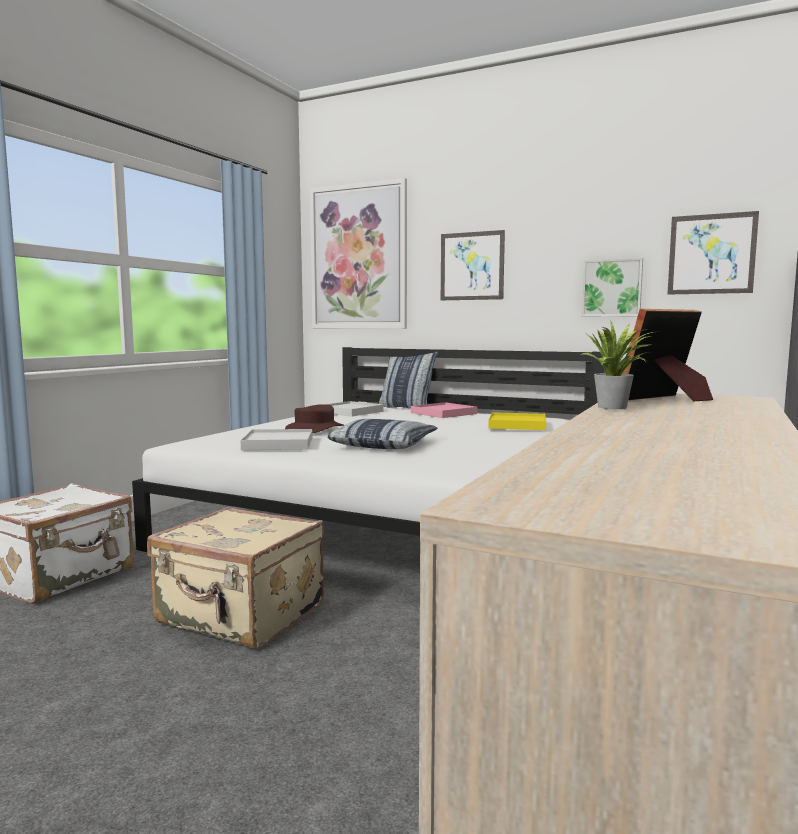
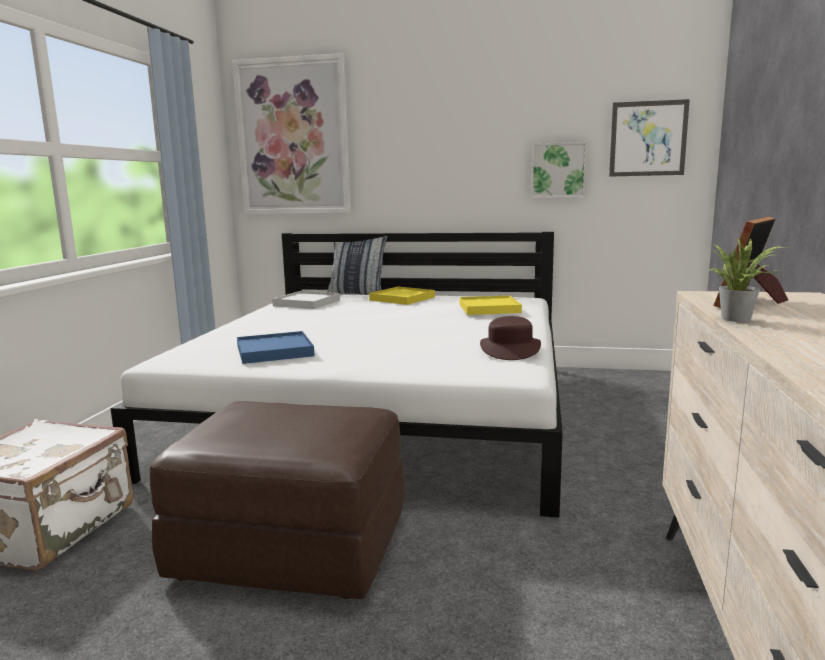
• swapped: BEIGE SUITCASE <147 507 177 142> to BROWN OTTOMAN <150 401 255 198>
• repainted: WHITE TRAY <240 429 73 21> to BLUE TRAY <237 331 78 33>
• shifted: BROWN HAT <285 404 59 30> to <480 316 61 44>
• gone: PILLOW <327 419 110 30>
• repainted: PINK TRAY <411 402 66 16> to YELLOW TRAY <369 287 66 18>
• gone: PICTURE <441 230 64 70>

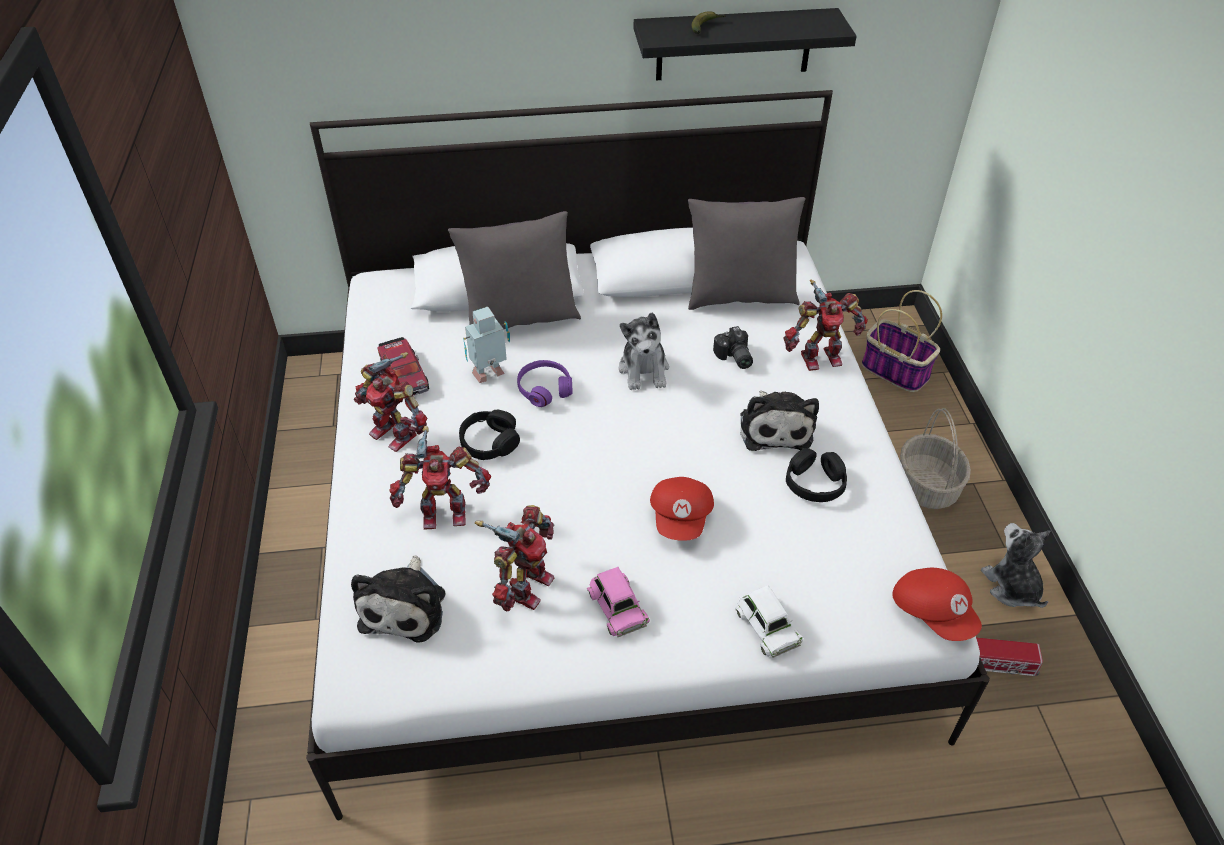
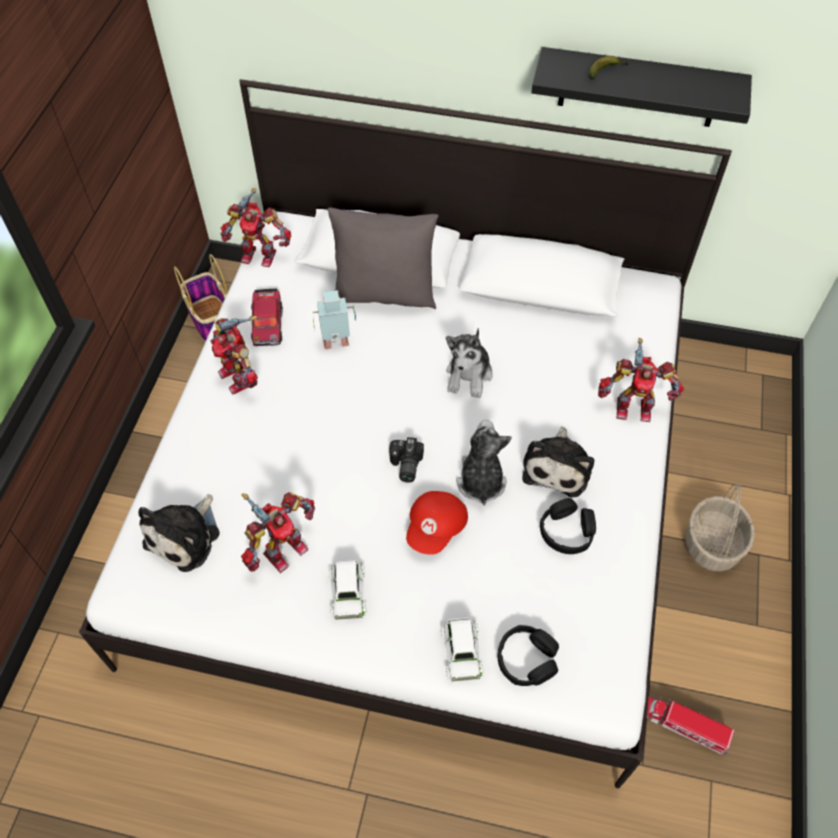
• shifted: TOY ROBOT <389 426 102 103> to <221 188 70 79>
• shifted: BLACK HEADPHONES <459 410 61 50> to <498 625 61 61>
• gone: PURPLE HEADPHONES <517 360 56 47>
• repainted: PINK TOY CAR <587 567 63 70> to WHITE TOY CAR <329 559 37 61>
• gone: GREY PILLOW <688 197 118 113>
• shifted: PHOTO CAMERA <713 326 40 43> to <389 437 35 46>
• shifted: BASKET <862 290 80 102> to <174 254 54 88>
• gone: RED CAP <892 568 90 73>
• shifted: PLUSH TOY <981 523 70 85> to <456 420 56 86>

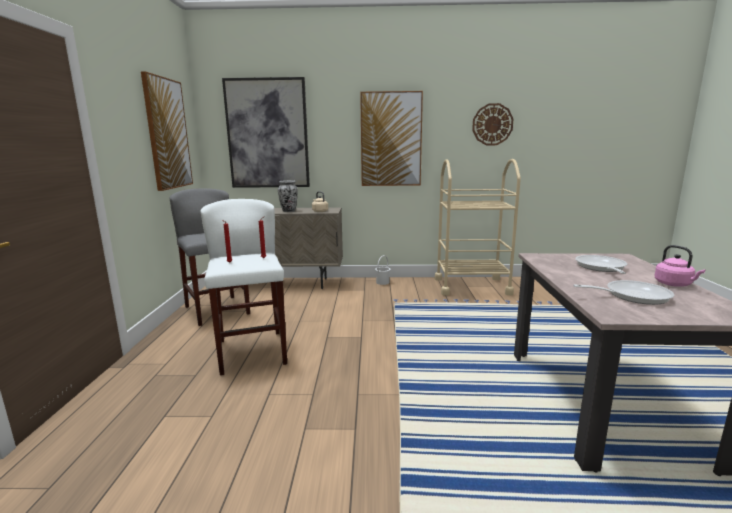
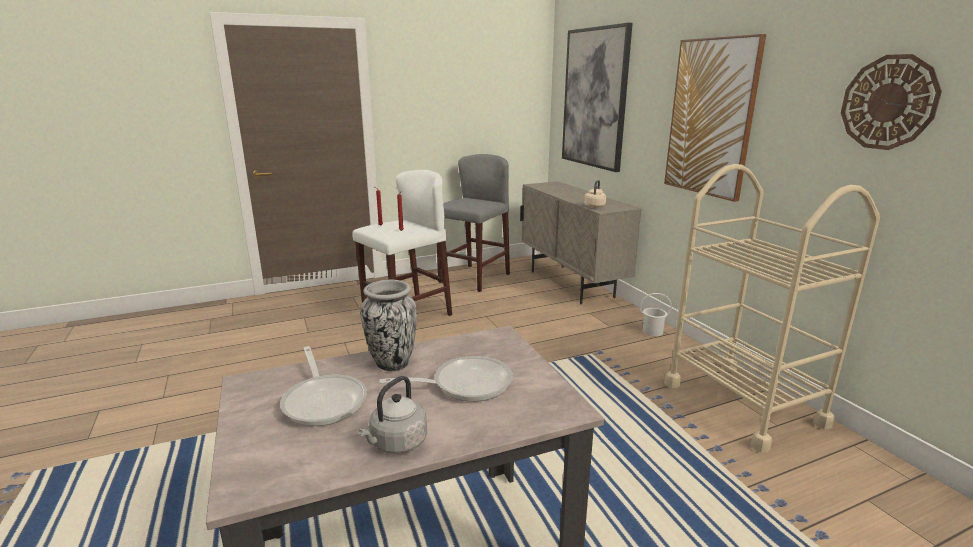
• gone: PICTURE <141 71 52 120>
• shifted: VASE <278 180 20 32> to <360 280 57 91>
• repainted: PINK KETTLE <654 245 51 42> to GREY KETTLE <358 376 69 78>

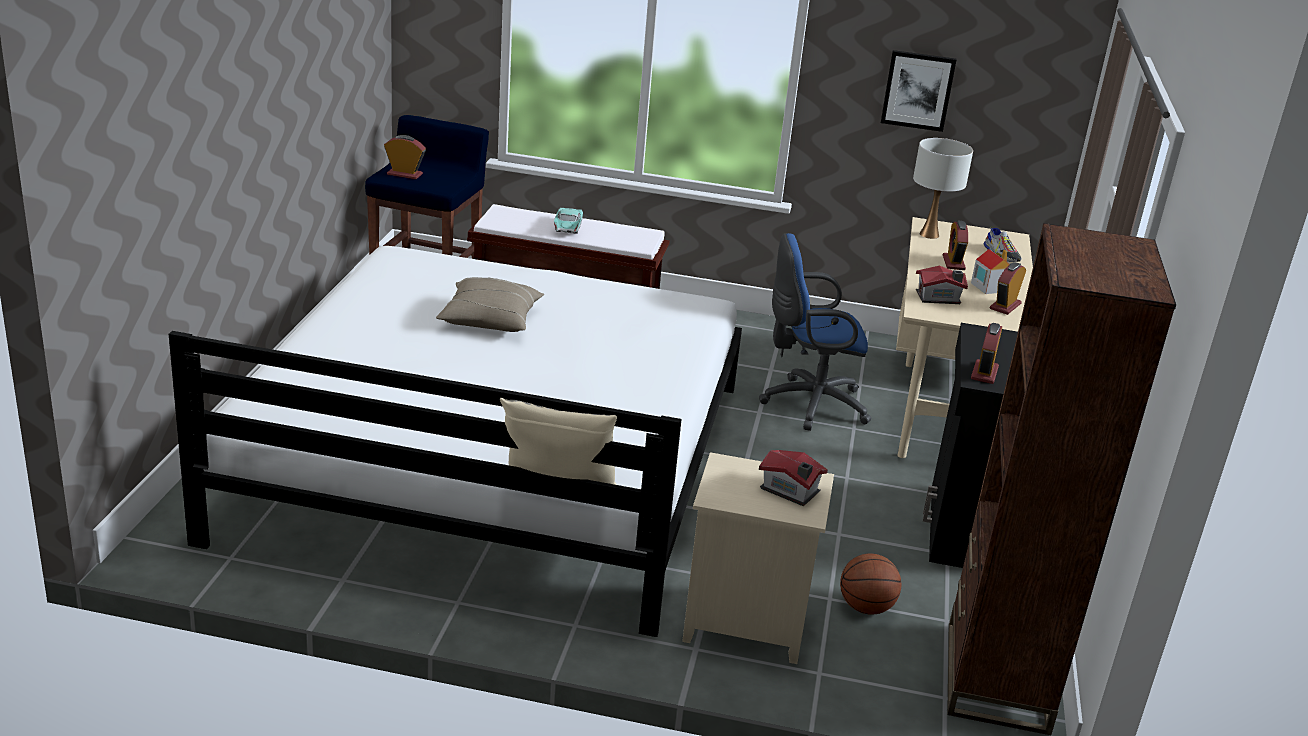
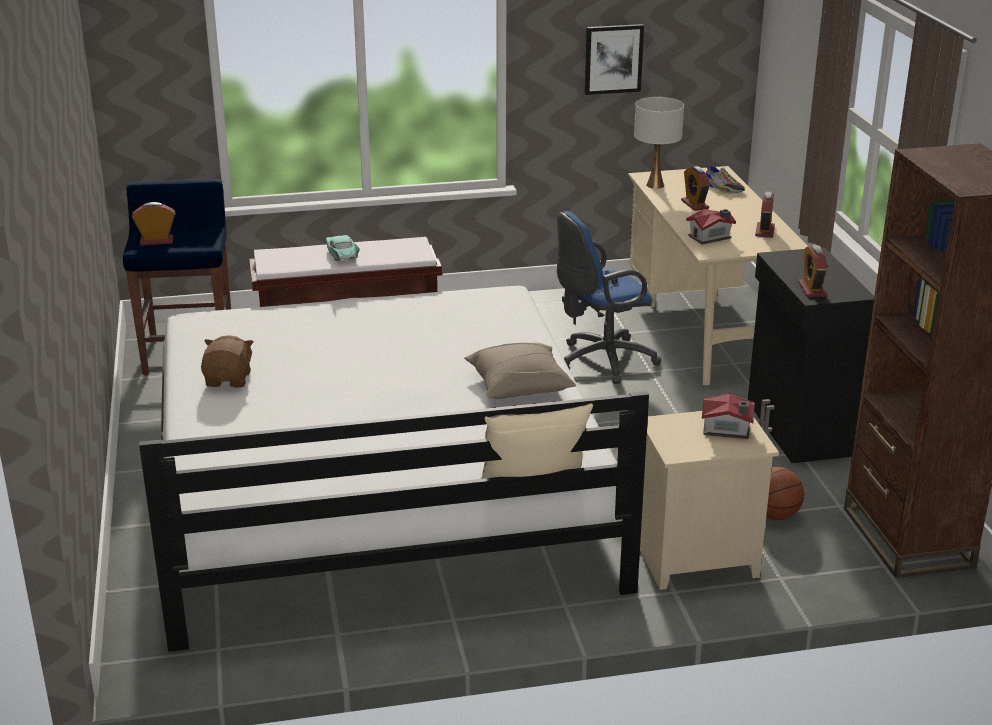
• shifted: BEIGE PILLOW <436 277 108 55> to <464 343 112 56>
• gone: TOY HOUSE <971 249 38 45>
• new: BROWN PLUSH TOY <201 335 53 52>

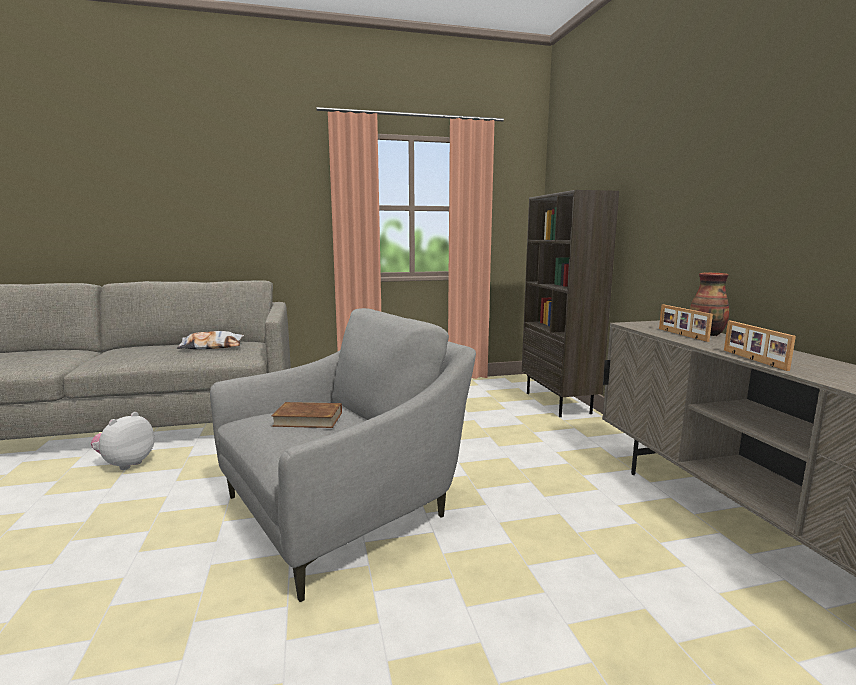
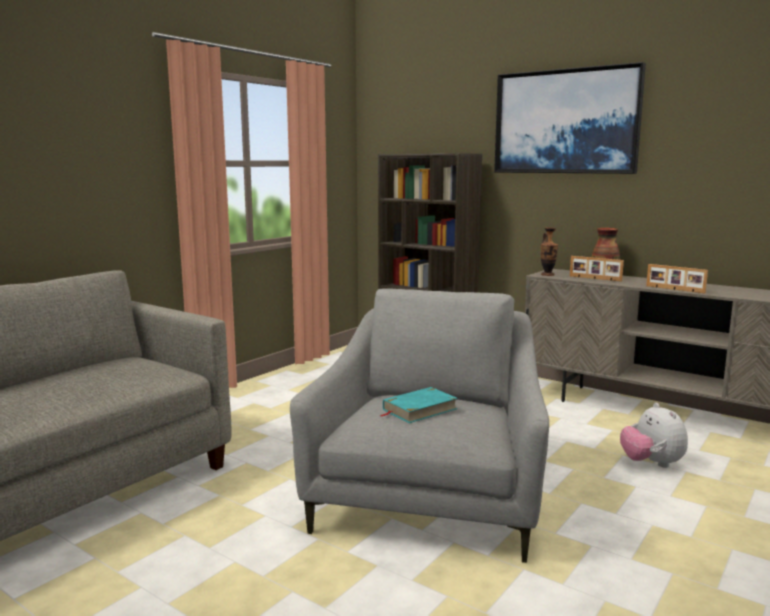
• shifted: PLUSH TOY <91 412 63 58> to <620 403 68 65>
• gone: PILLOW <177 331 67 18>
• repainted: BROWN BOOK <271 402 71 26> to TURQUOISE BOOK <379 387 79 36>
• new: PICTURE <494 62 152 112>
• new: VASE <541 227 17 49>

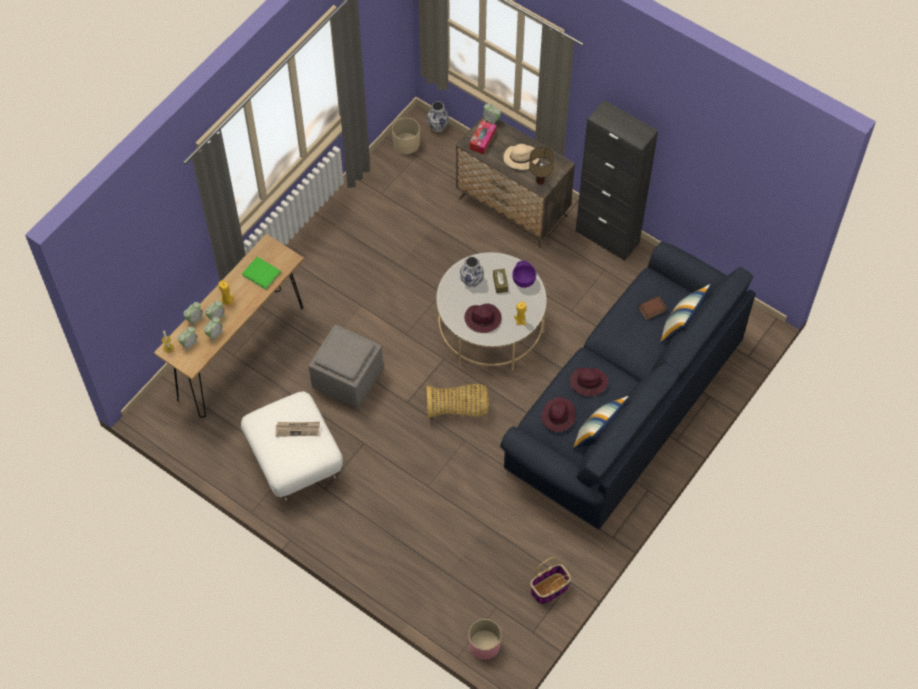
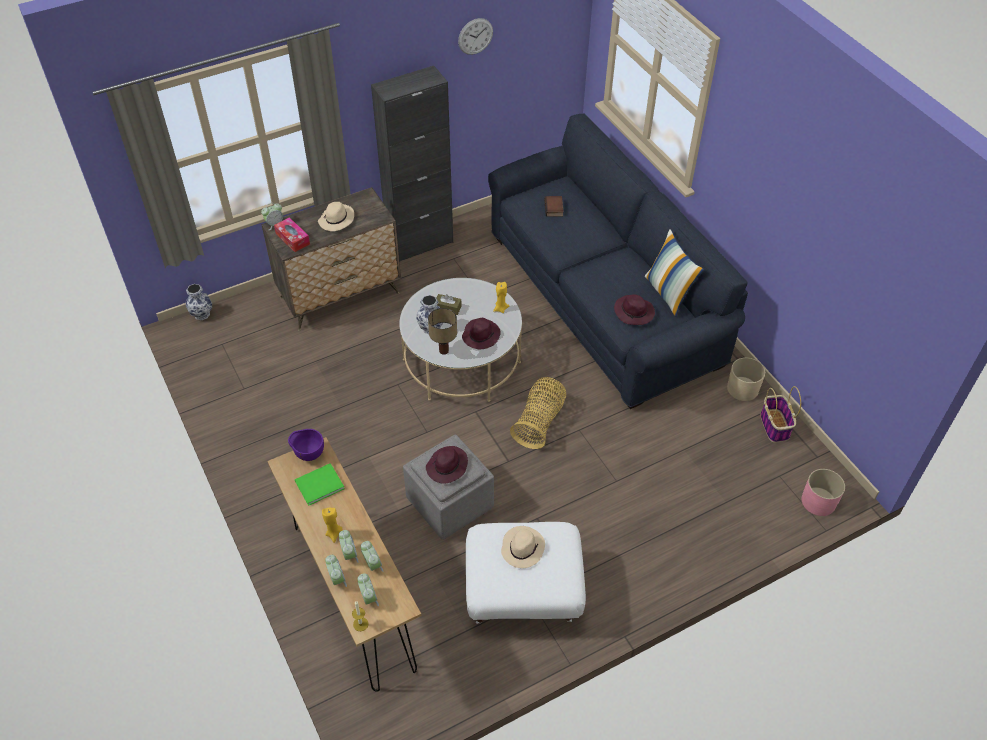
• swapped: NEWSPAPER <275 422 45 15> to BEIGE HAT <501 526 44 42>
• shifted: BEIGE PLANTER <392 117 28 37> to <727 357 38 44>
• shifted: PURPLE BOWL <512 261 24 27> to <288 429 36 32>
• shifted: TABLE LAMP <529 147 25 38> to <428 308 29 47>
• shifted: PURPLE HAT <570 368 38 28> to <426 446 42 38>
• gone: PILLOW <660 284 51 60>
• new: WALL CLOCK <458 18 35 37>

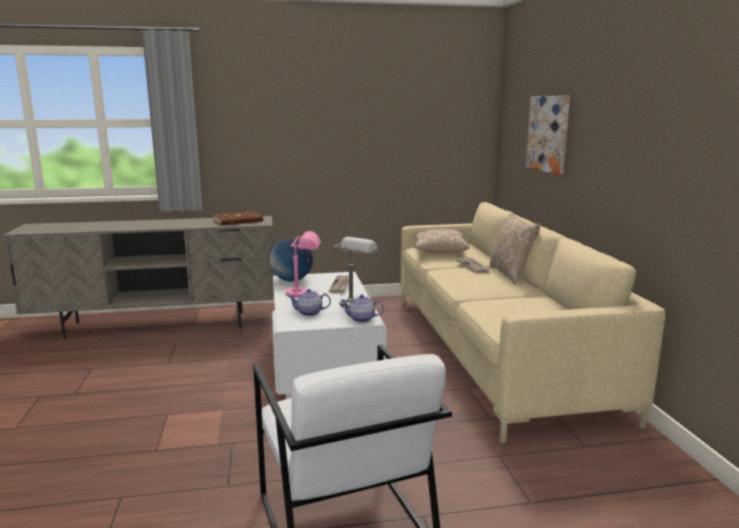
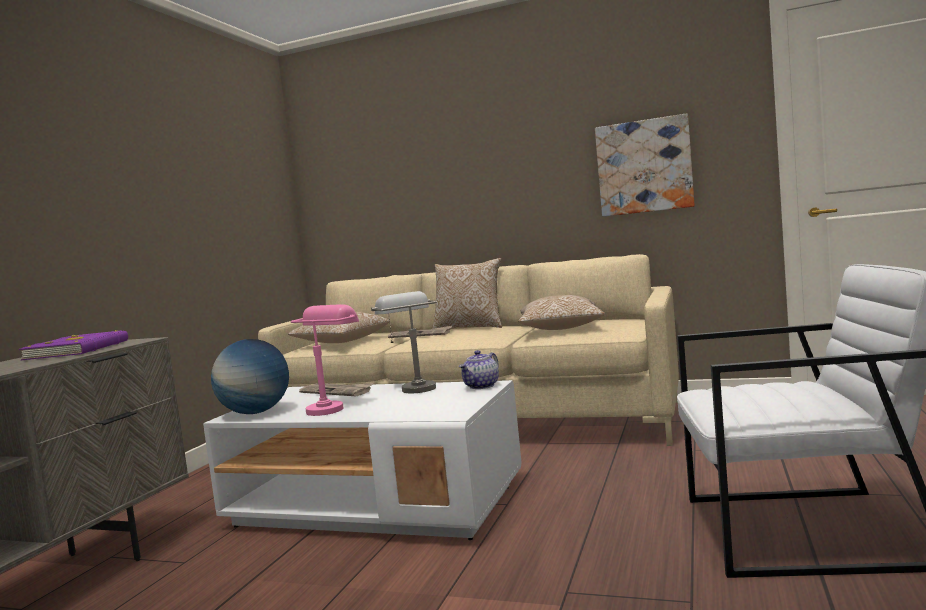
• repainted: BROWN BOOK <213 211 50 14> to PURPLE BOOK <19 330 109 31>
• gone: TEAPOT <288 289 43 27>
• shifted: PICTURE <526 96 44 79> to <595 113 100 104>
• new: PILLOW <518 295 87 35>

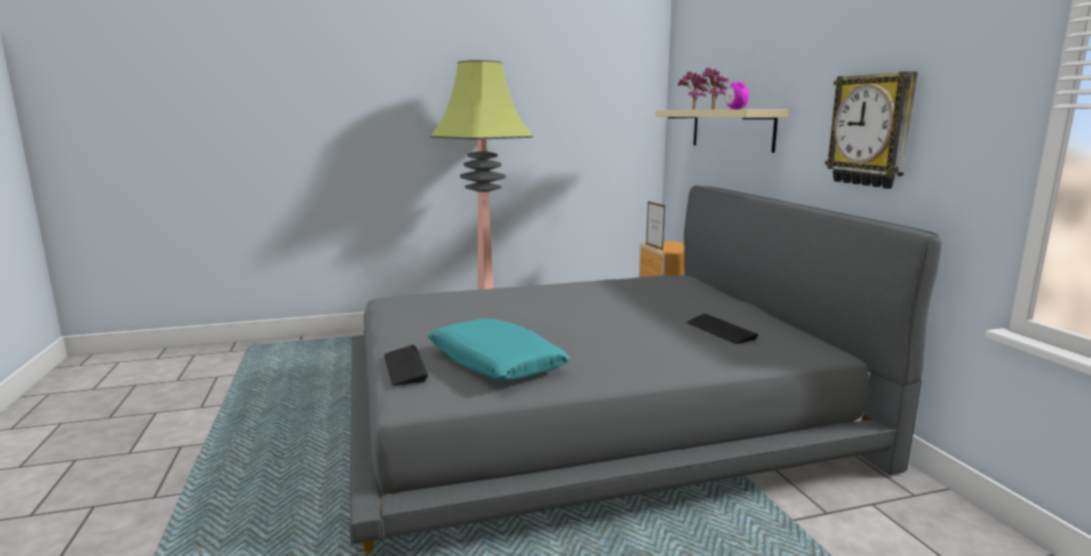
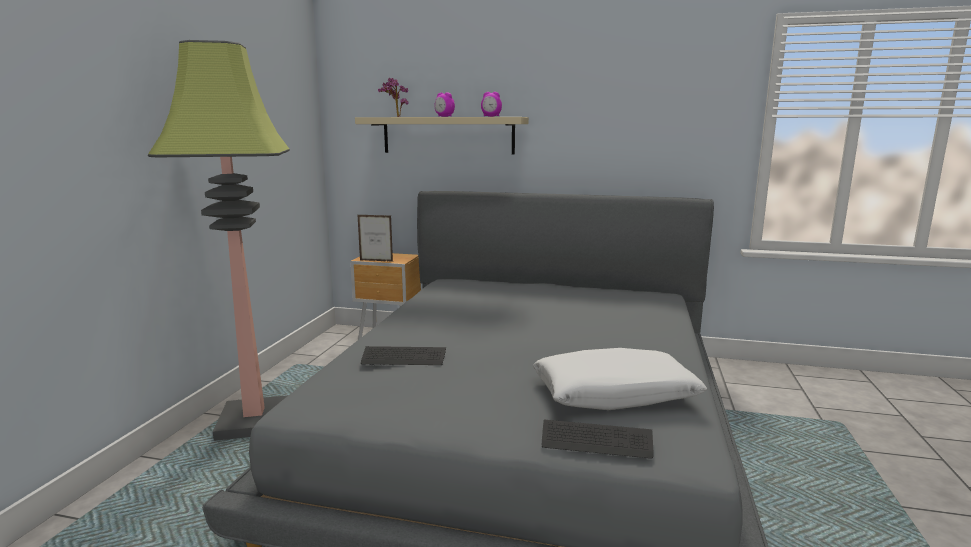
• repainted: TURQUOISE PILLOW <428 319 142 61> to WHITE PILLOW <533 348 174 62>
• shifted: KEYBOARD <686 313 73 31> to <361 346 85 19>
• swapped: POTTED PLANT <694 67 34 43> to ALARM CLOCK <434 92 21 25>
• gone: WALL CLOCK <825 71 93 118>

